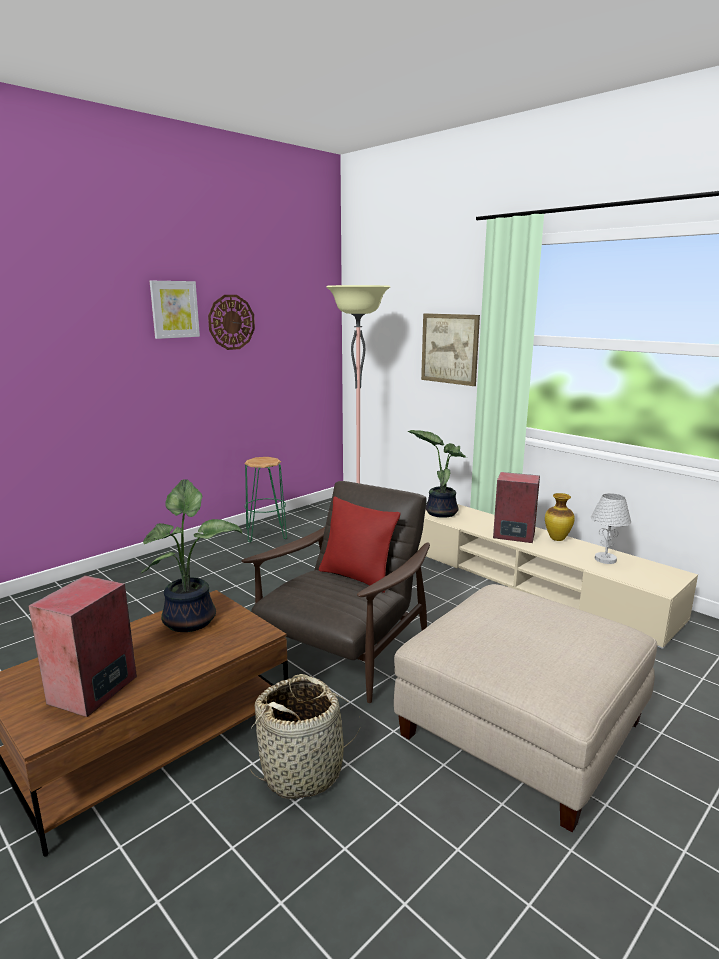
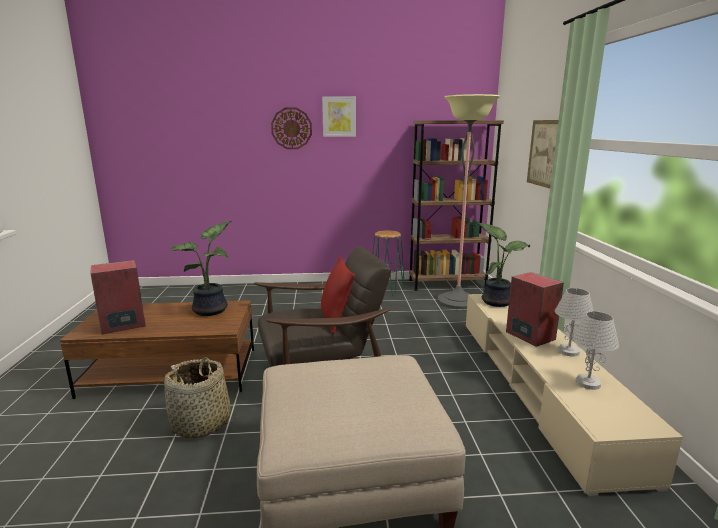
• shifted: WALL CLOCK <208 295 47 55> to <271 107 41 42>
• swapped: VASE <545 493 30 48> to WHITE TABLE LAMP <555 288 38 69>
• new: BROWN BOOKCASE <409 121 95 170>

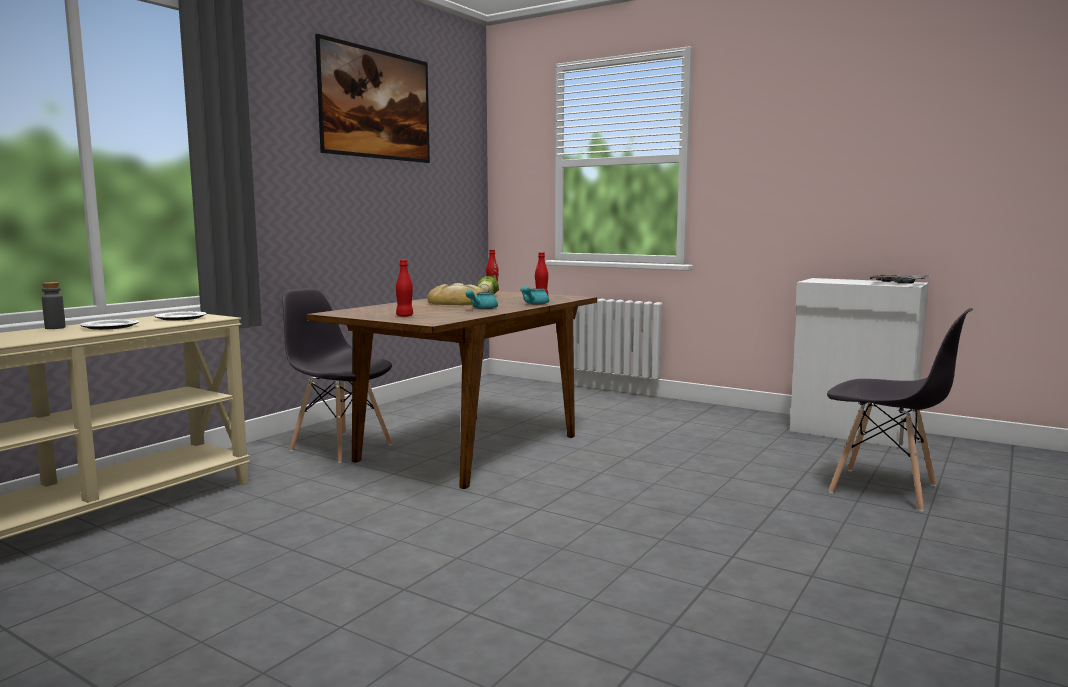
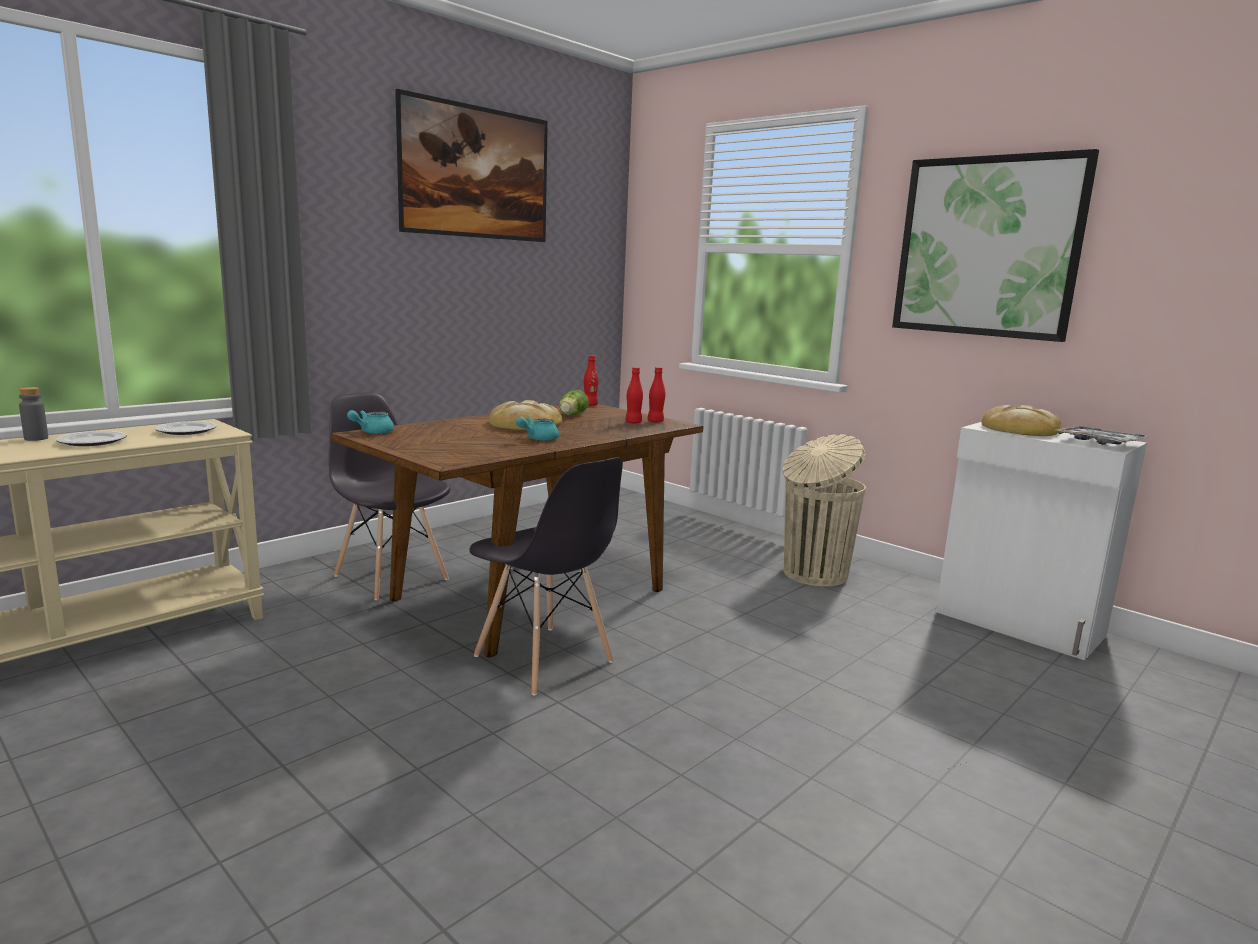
• shifted: RED BOTTLE <396 260 17 57> to <647 367 18 55>
• shifted: TURQUOISE TEAPOT <520 286 29 19> to <347 410 47 24>
• shifted: GREY CHAIR <827 308 146 204> to <469 458 154 238>
• new: BEIGE TRASH CAN <783 434 83 153>
• new: PICTURE <892 149 207 193>
• new: BREAD <982 405 80 31>

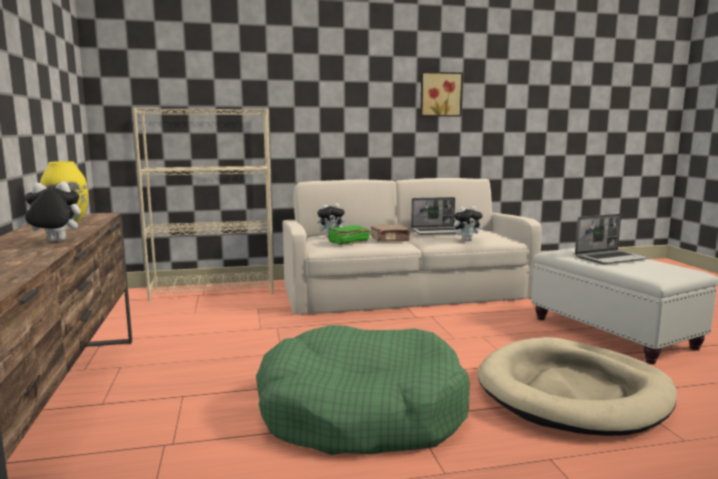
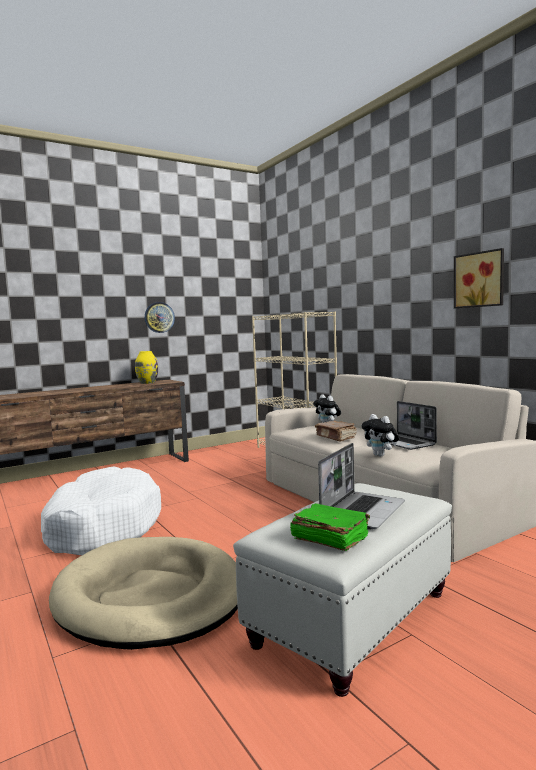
• gone: PLUSH TOY <19 181 62 61>
• repainted: GREEN DOG BED <256 325 214 130> to WHITE DOG BED <41 466 120 89>
• shifted: GREEN BOOK <328 225 42 20> to <290 503 80 48>
• rotated: LAPTOP <575 214 74 50> = <318 443 87 86> 105 degrees counterclockwise
• new: WALL CLOCK <145 302 30 31>

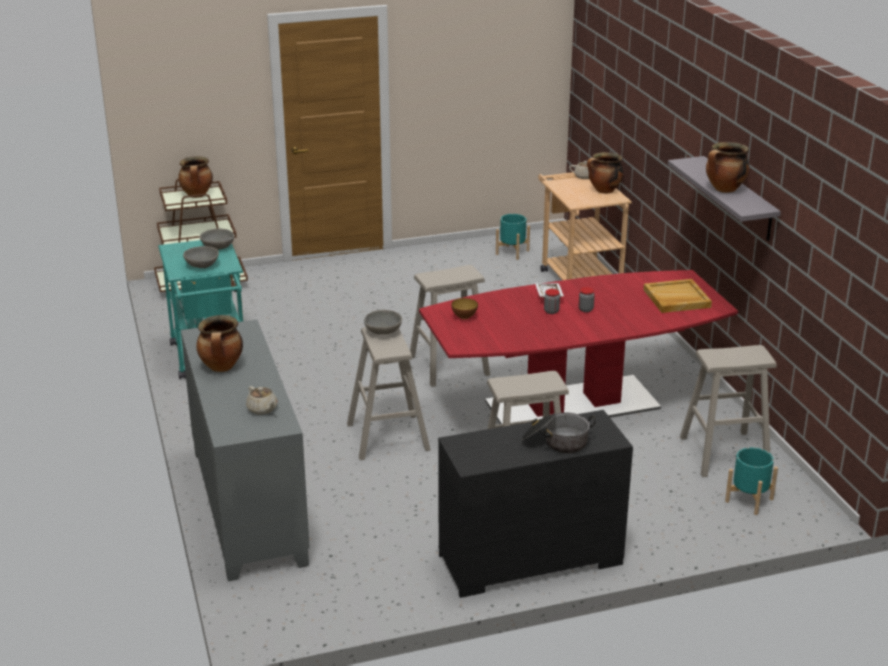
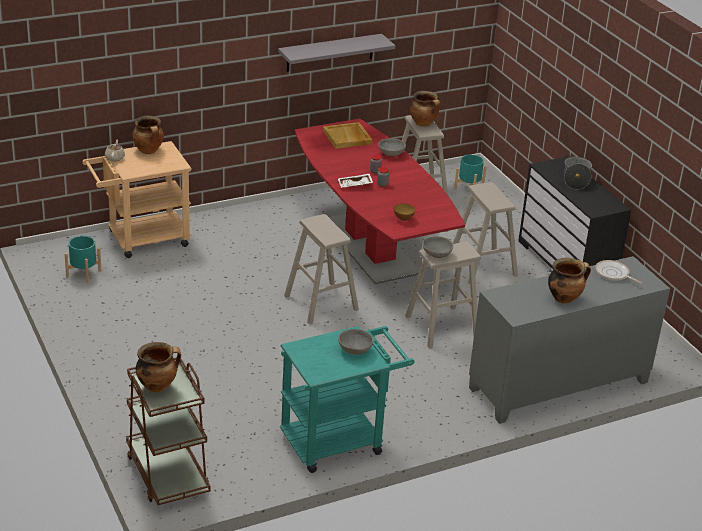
• shifted: GREY BOWL <200 229 34 21> to <378 138 28 18>
• swapped: BEIGE TEAPOT <246 386 31 29> to FRYING PAN <595 260 47 24>
• shifted: COOKING POT <706 142 43 51> to <410 91 30 36>

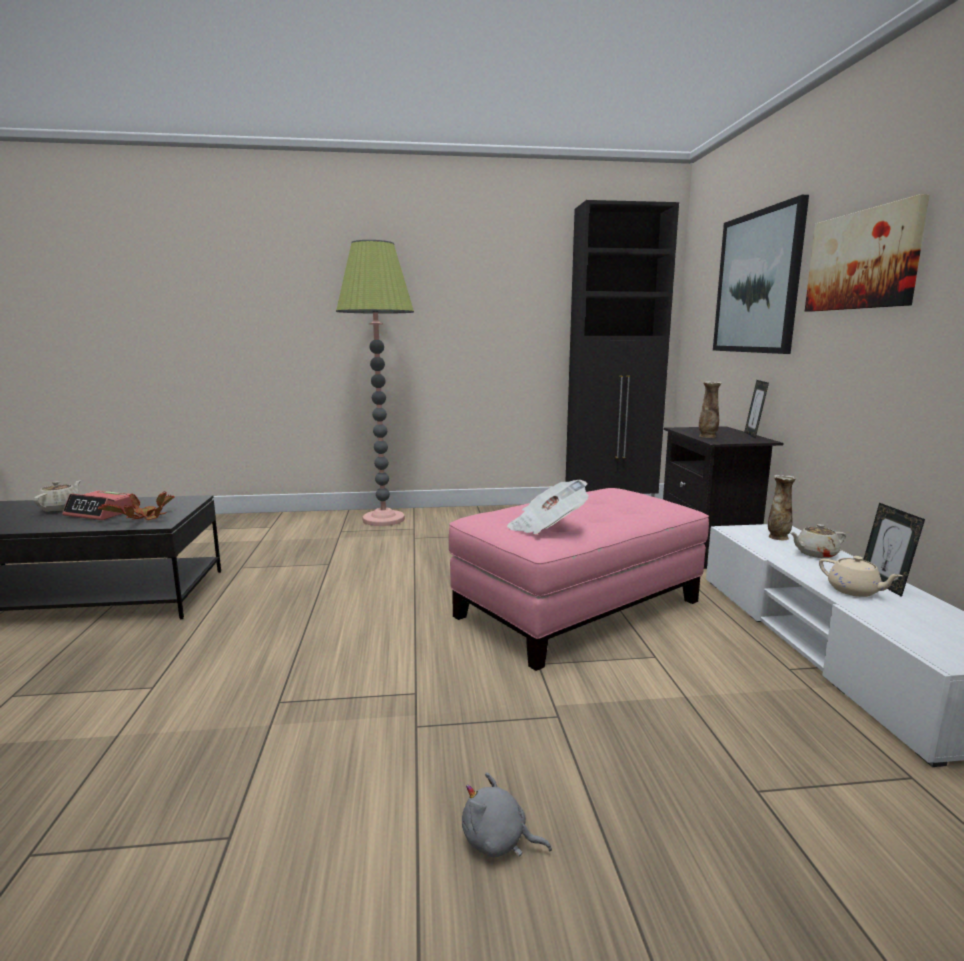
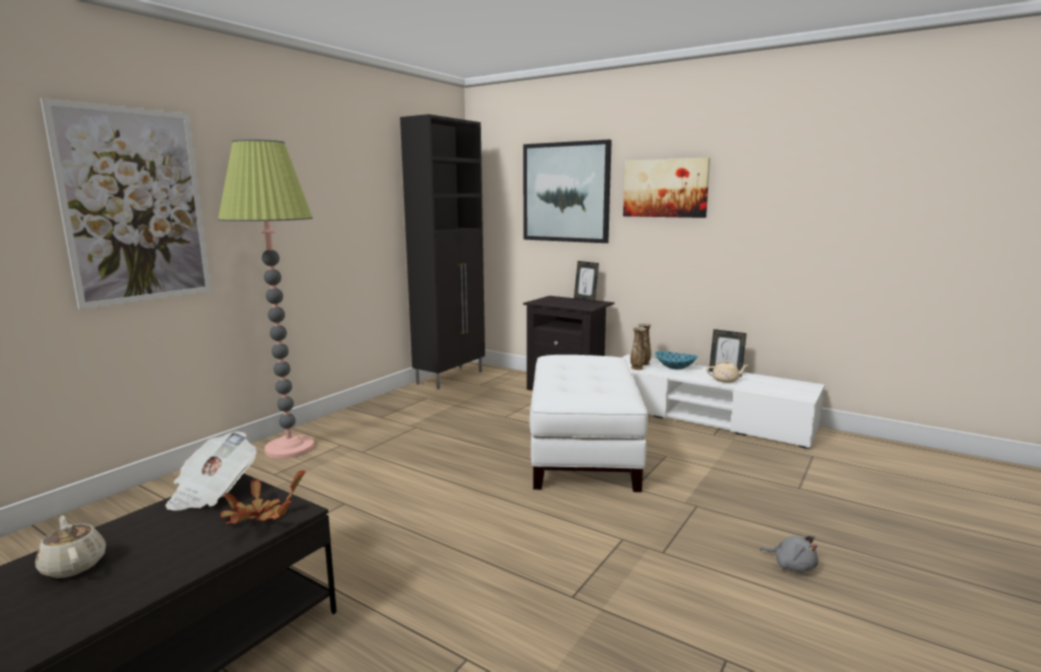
• gone: ALARM CLOCK <62 490 73 30>
• repainted: PINK OTTOMAN <449 488 260 183> to WHITE OTTOMAN <529 355 119 137>
• rotated: GREY PLUSH TOY <462 772 90 85> = <760 535 58 37> 105 degrees counterclockwise
• shifted: NEWSPAPER <507 480 82 54> to <165 431 92 80>
• shifted: VASE <699 381 23 57> to <630 327 16 43>
• swapped: BEIGE TEAPOT <790 524 56 34> to BOWL <655 351 43 18>
• new: PICTURE <40 98 171 211>

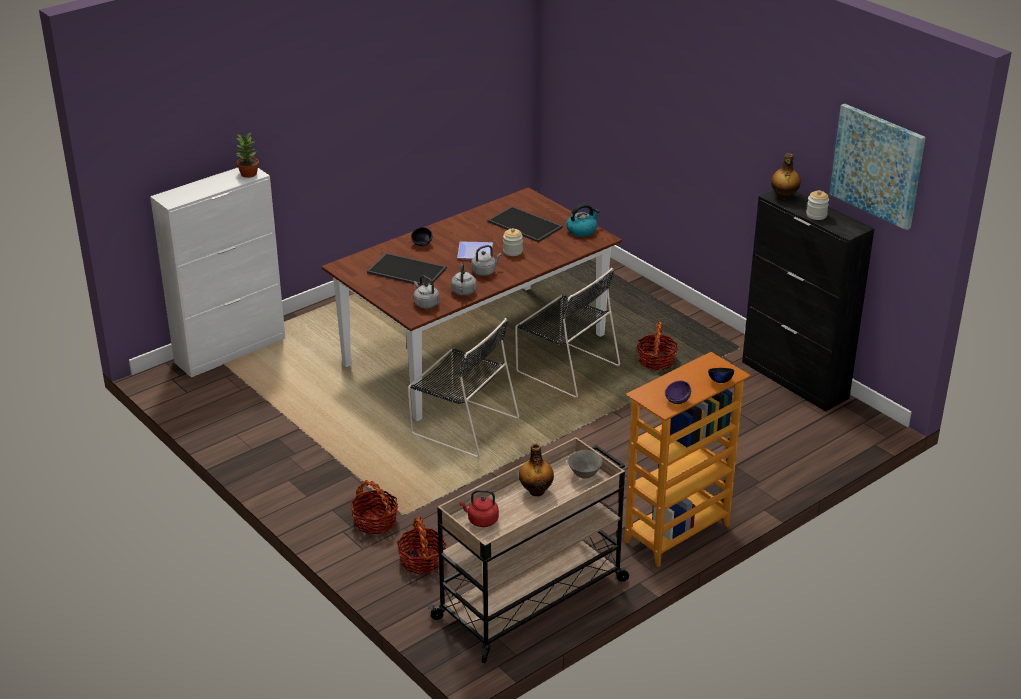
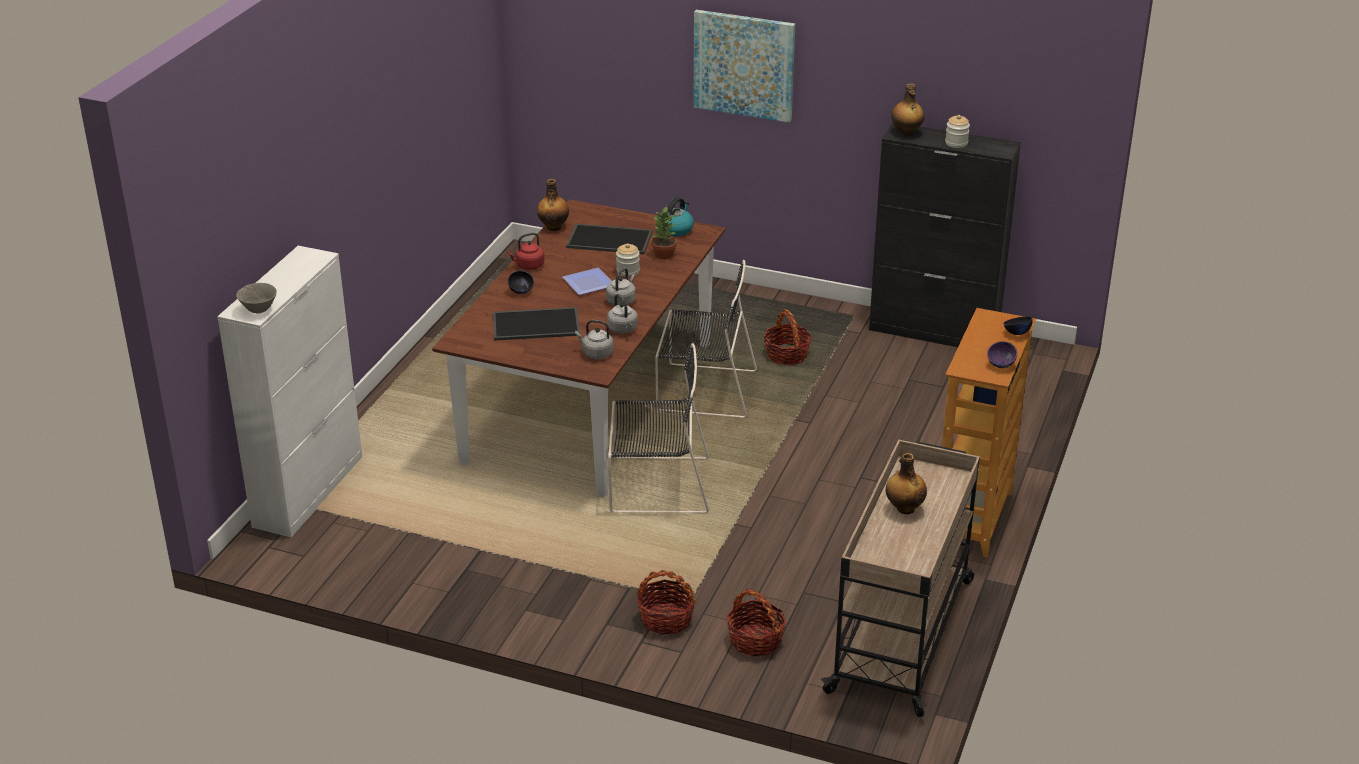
• shifted: POTTED PLANT <236 133 23 45> to <651 206 26 53>
• shifted: RED KETTLE <459 490 40 37> to <507 233 38 37>
• shifted: GREY BOWL <567 450 35 29> to <236 283 41 30>
• shifted: PICTURE <829 104 97 126> to <694 10 101 113>
• new: BOTTLE <537 179 32 52>

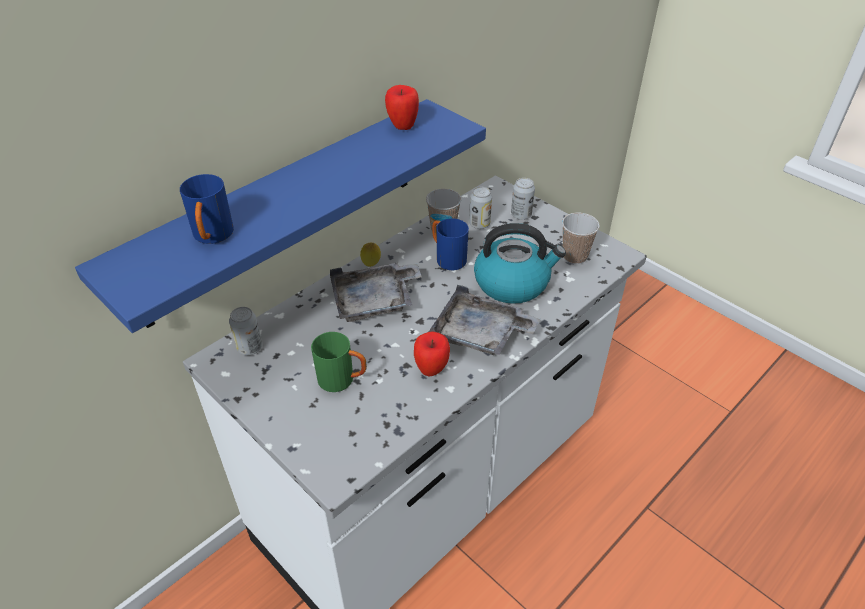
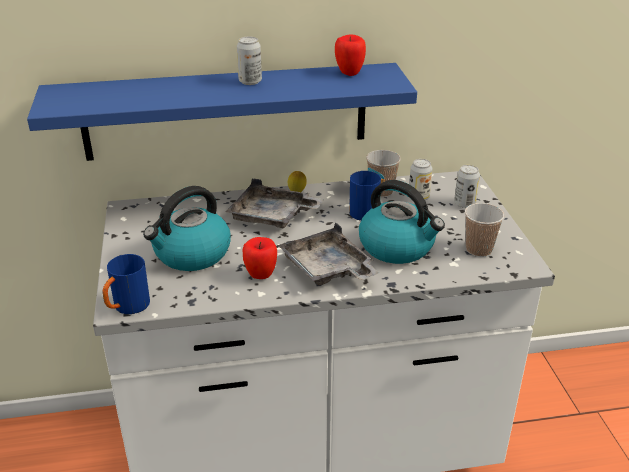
• shifted: BLUE MUG <180 174 54 70> to <102 254 48 60>
• shifted: CAN <229 307 33 49> to <237 37 25 48>
• swapped: GREEN MUG <311 332 56 60> to KETTLE <143 186 88 85>

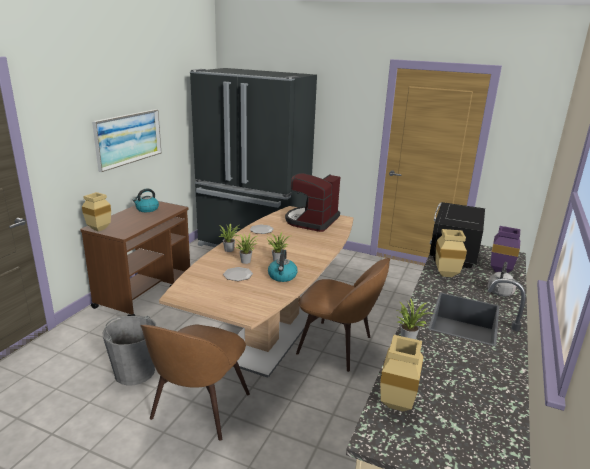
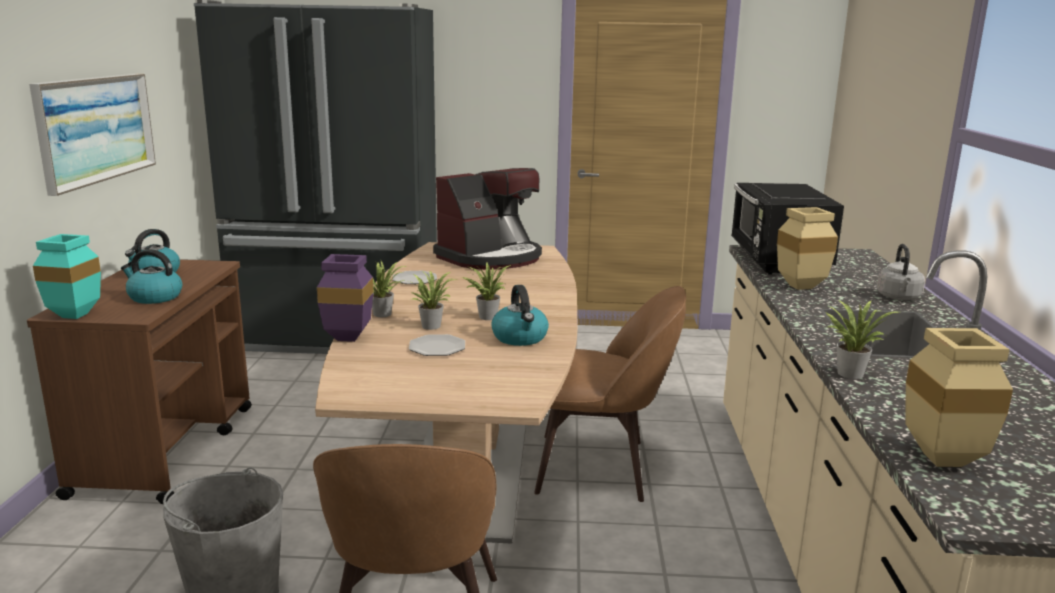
• repainted: BEIGE VASE <82 192 29 40> to TURQUOISE VASE <33 234 68 85>
• rotated: COFFEE MACHINE <285 173 55 59> = <433 168 109 102> 135 degrees counterclockwise
• shifted: PURPLE VASE <491 226 29 47> to <317 254 56 88>
• new: KETTLE <121 249 61 55>

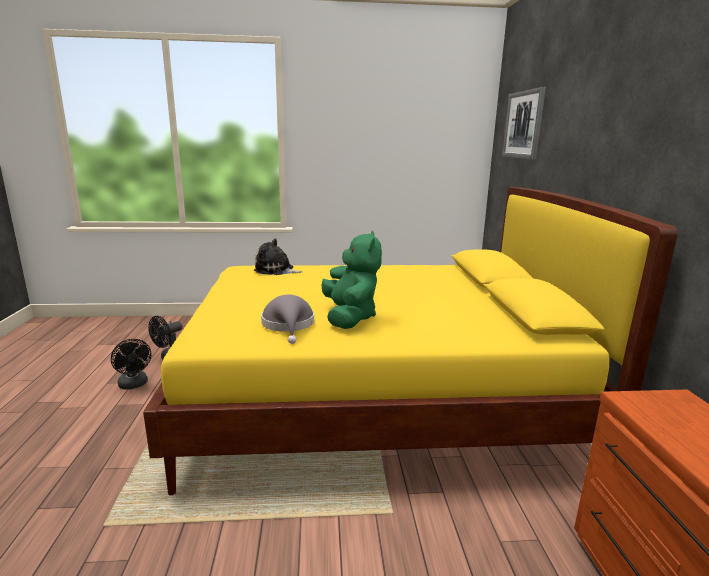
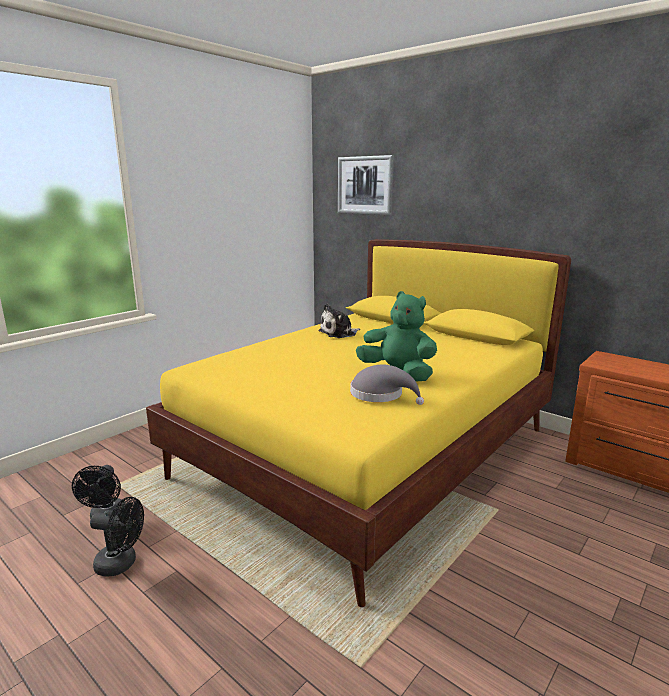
• shifted: PLUSH TOY <254 238 48 37> to <318 303 42 35>

